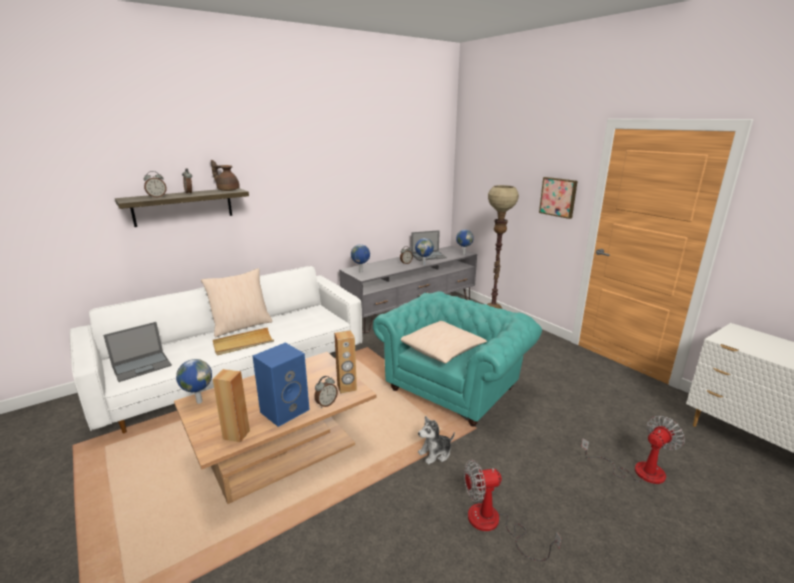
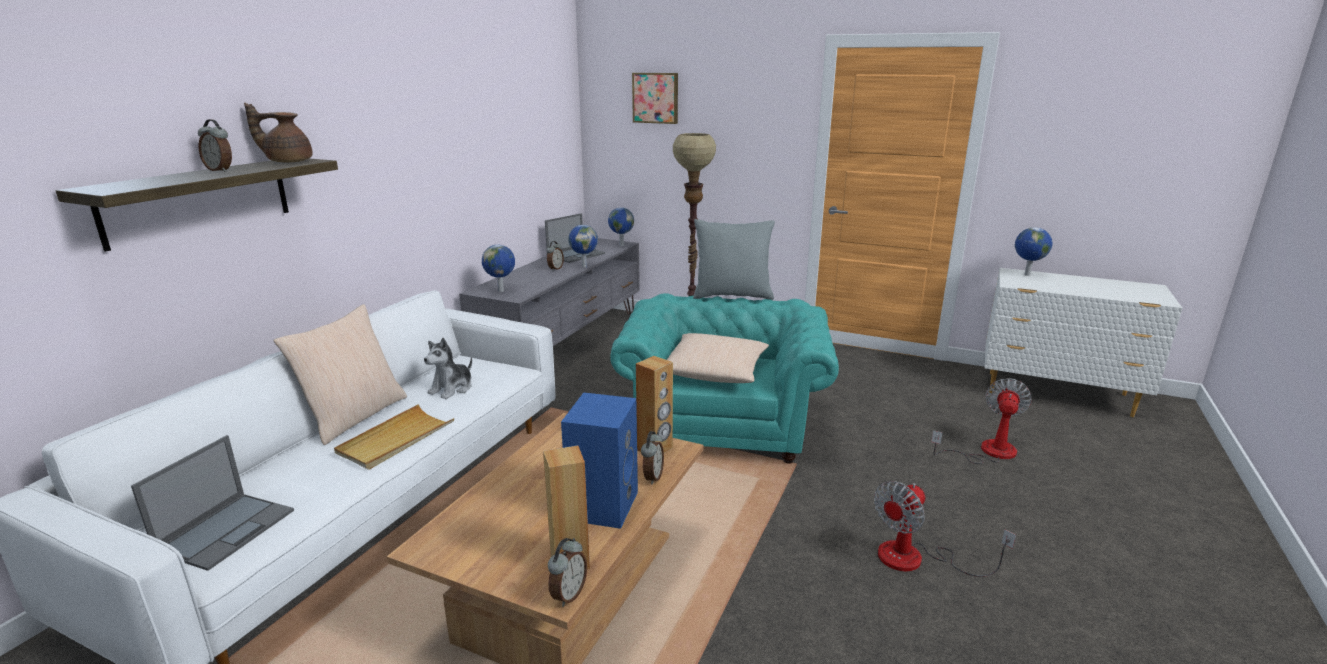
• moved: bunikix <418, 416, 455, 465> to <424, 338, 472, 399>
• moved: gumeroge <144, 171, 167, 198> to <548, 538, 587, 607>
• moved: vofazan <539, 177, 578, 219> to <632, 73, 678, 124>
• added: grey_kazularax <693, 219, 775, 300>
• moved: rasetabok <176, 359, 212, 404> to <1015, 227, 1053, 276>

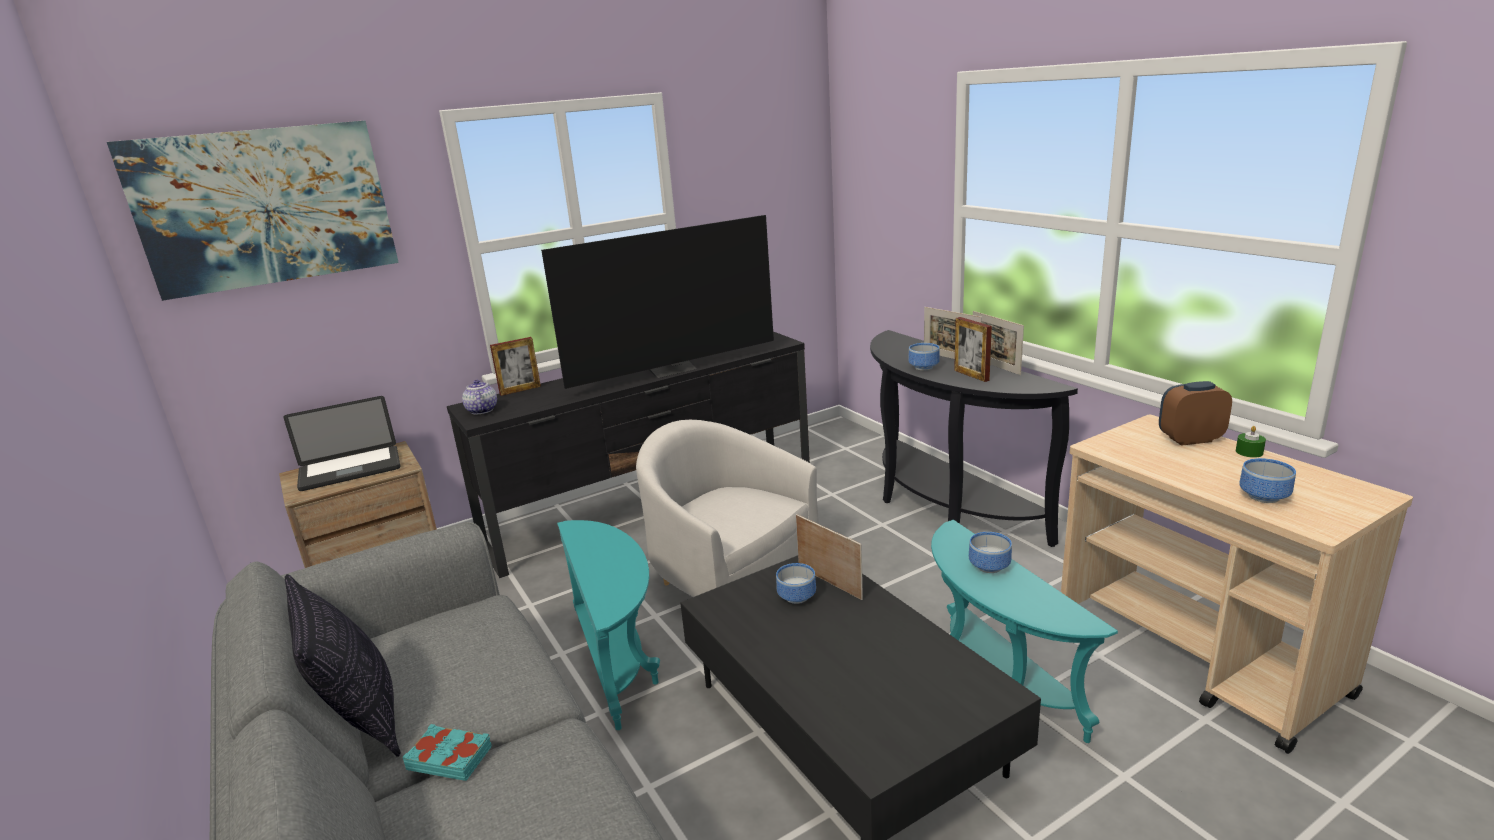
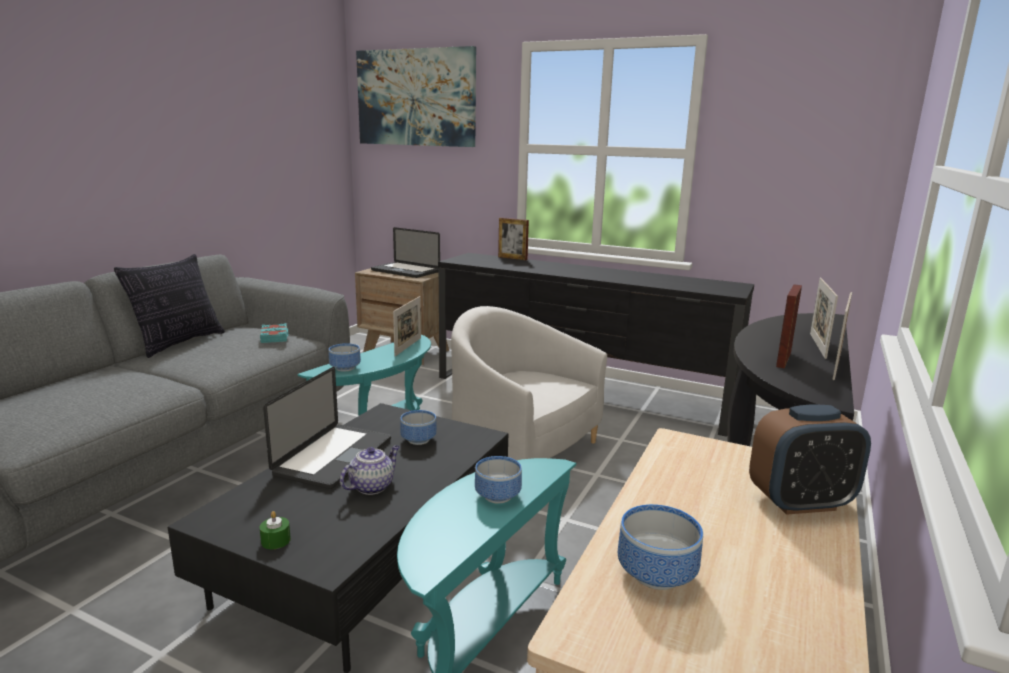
• moved: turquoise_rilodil <402, 724, 492, 781> to <260, 323, 288, 343>
• moved: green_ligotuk <1236, 426, 1266, 458> to <260, 511, 291, 549>
• added: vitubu <263, 367, 391, 489>
• moved: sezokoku <908, 343, 940, 370> to <329, 343, 361, 372>
• moved: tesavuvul <462, 380, 497, 414> to <340, 445, 400, 495>
• moved: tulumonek <796, 514, 863, 600> to <393, 296, 421, 356>
• turned: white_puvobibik <636, 420, 819, 597> = <451, 306, 607, 460> 60 degrees counterclockwise
• turned: gumeroge <1159, 381, 1232, 446> = <749, 405, 871, 515> 120 degrees clockwise
• removed: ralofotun <541, 215, 774, 389>

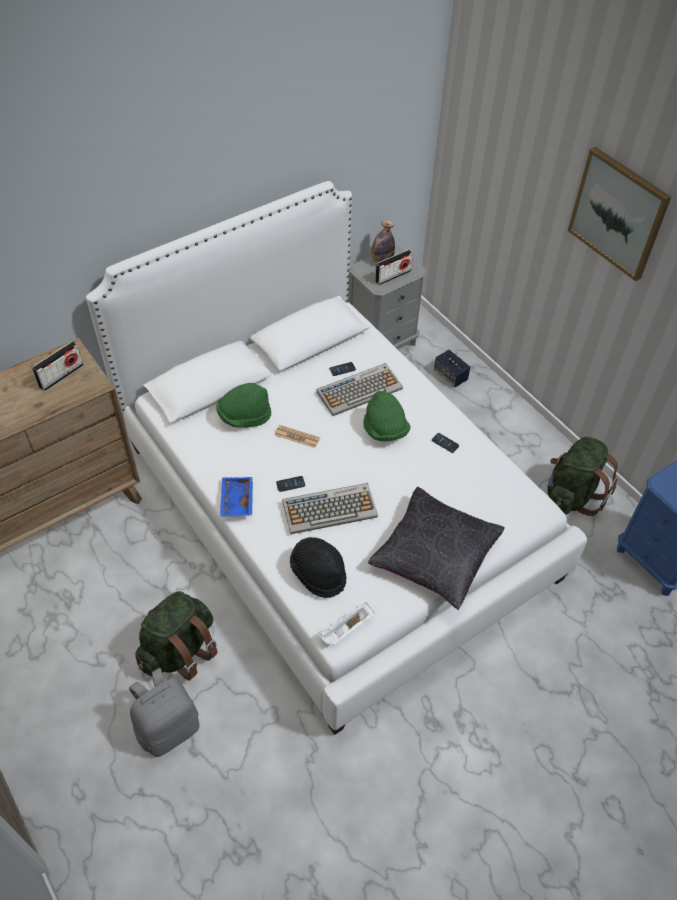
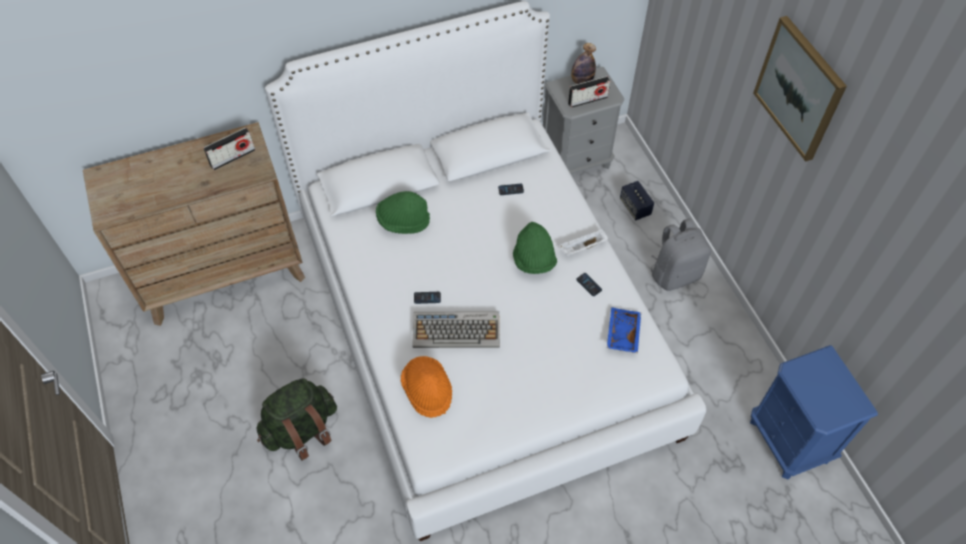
• recoloured: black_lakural <290, 537, 347, 598> to orange_lakural <401, 356, 452, 418>
• moved: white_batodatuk <319, 602, 374, 647> to <559, 229, 608, 256>
• moved: blue_batodatuk <220, 477, 253, 517> to <607, 307, 641, 353>
• moved: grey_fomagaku <129, 668, 199, 757> to <651, 218, 711, 291>
• removed: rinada <275, 425, 320, 448>
• removed: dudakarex <316, 363, 403, 416>
• removed: black_kazularax <368, 487, 505, 610>
• removed: green_fomagaku <547, 437, 618, 516>

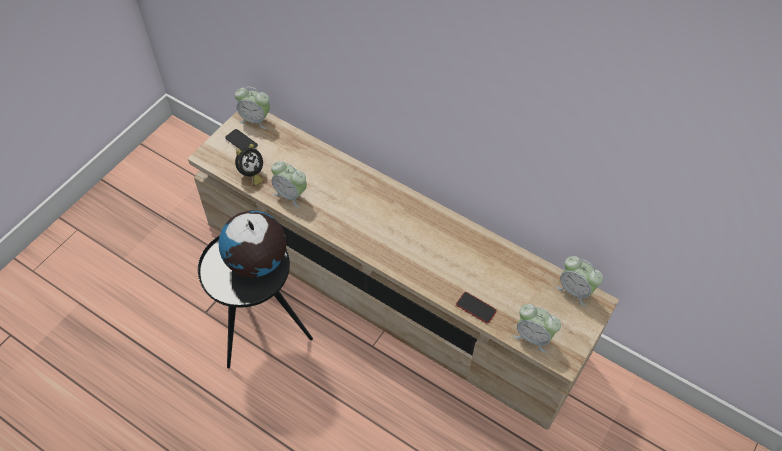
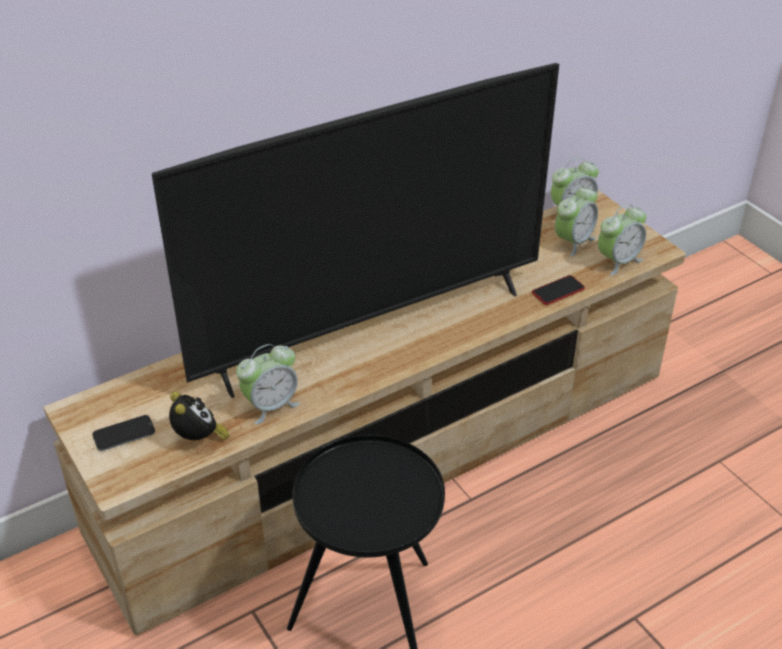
• added: ralofotun <152, 63, 559, 398>
• moved: gumeroge <235, 86, 270, 129> to <555, 185, 598, 257>
• removed: rasetabok <219, 211, 286, 277>

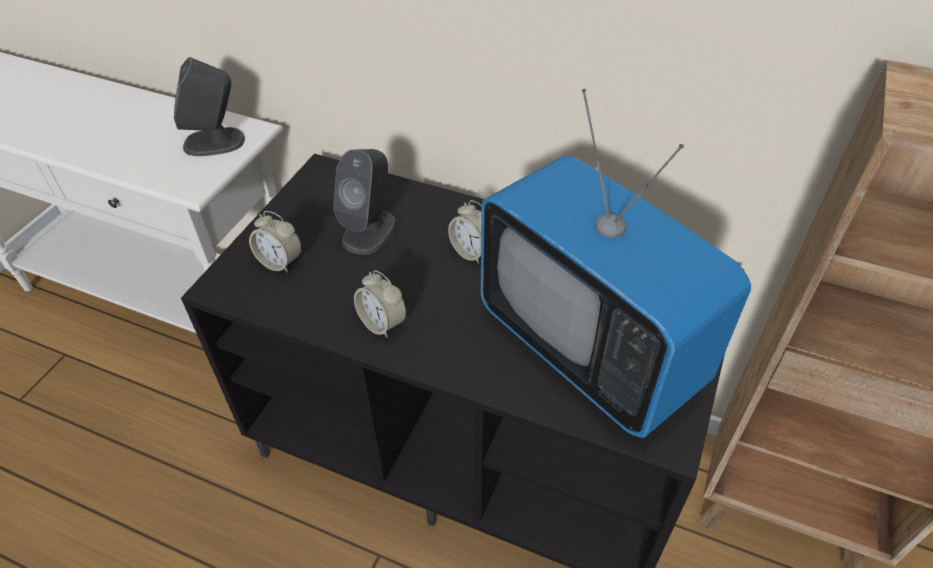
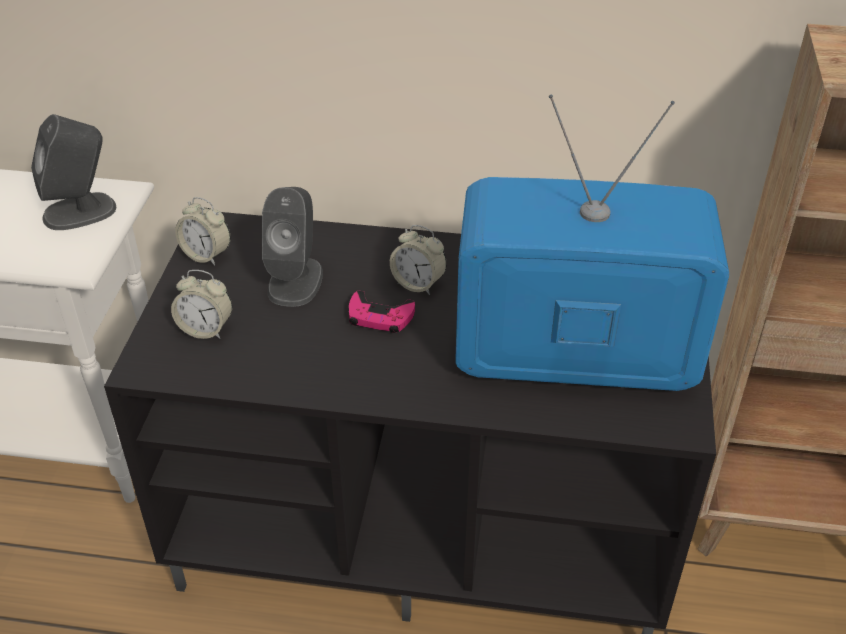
• moved: gumeroge <354, 270, 407, 338> to <175, 197, 231, 266>
• added: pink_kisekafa <349, 291, 415, 333>
• turned: ralofotun <481, 89, 751, 438> = <455, 94, 729, 391> 150 degrees clockwise

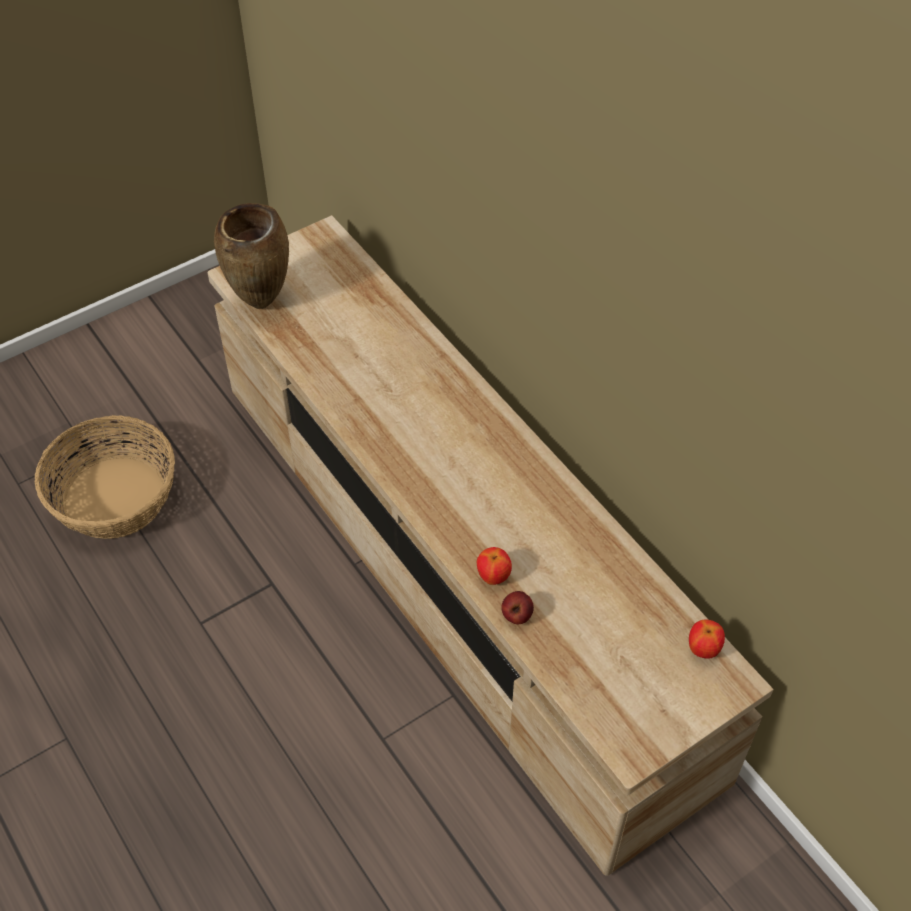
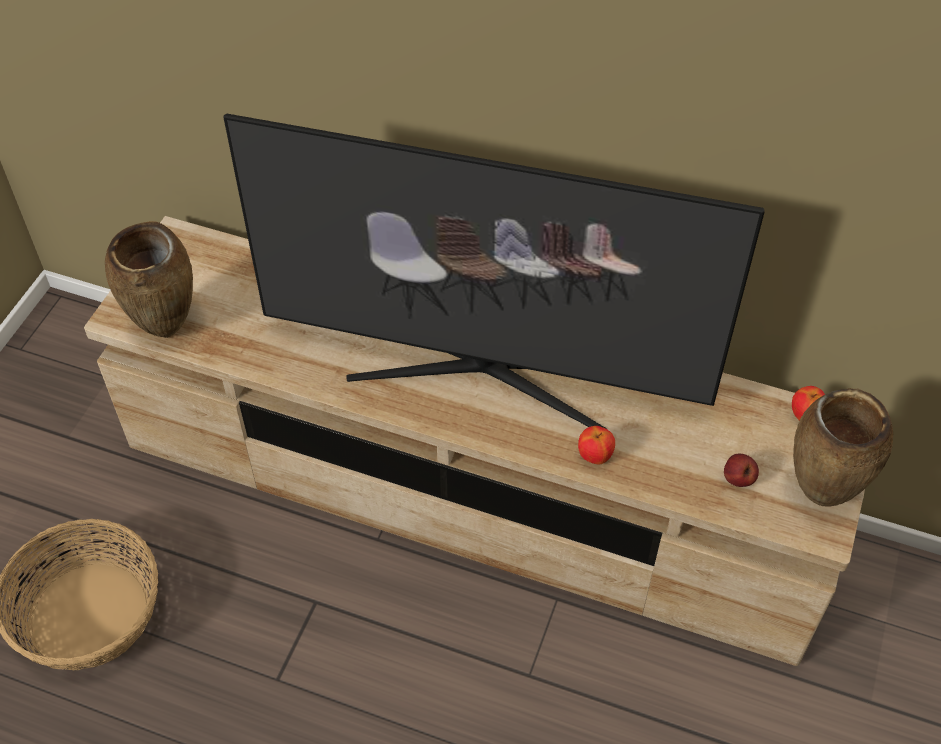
• added: ralofotun <223, 114, 765, 428>
• moved: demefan <501, 591, 534, 624> to <724, 454, 759, 487>
• added: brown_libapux <793, 388, 893, 506>

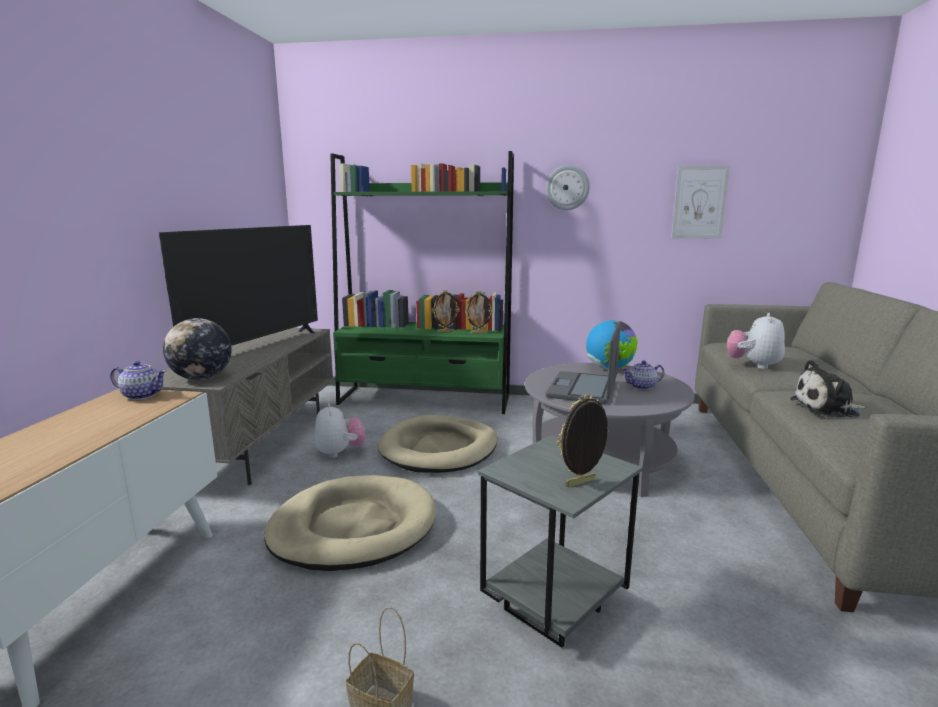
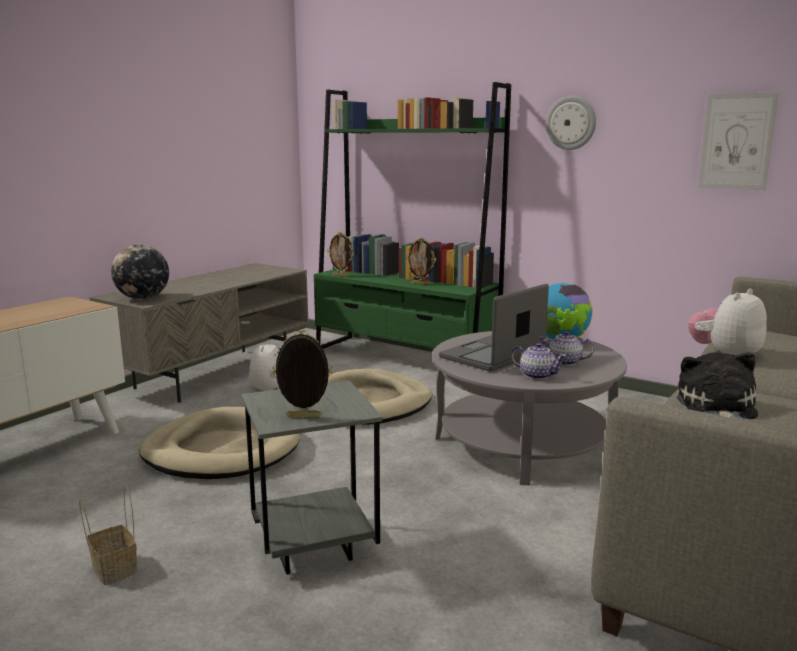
• moved: tulumonek <465, 291, 493, 334> to <327, 232, 354, 277>
• moved: tesavuvul <110, 361, 166, 400> to <511, 343, 567, 380>
• turned: bunikix <790, 360, 866, 418> = <677, 352, 758, 419> 75 degrees clockwise
• removed: ralofotun <159, 225, 318, 346>

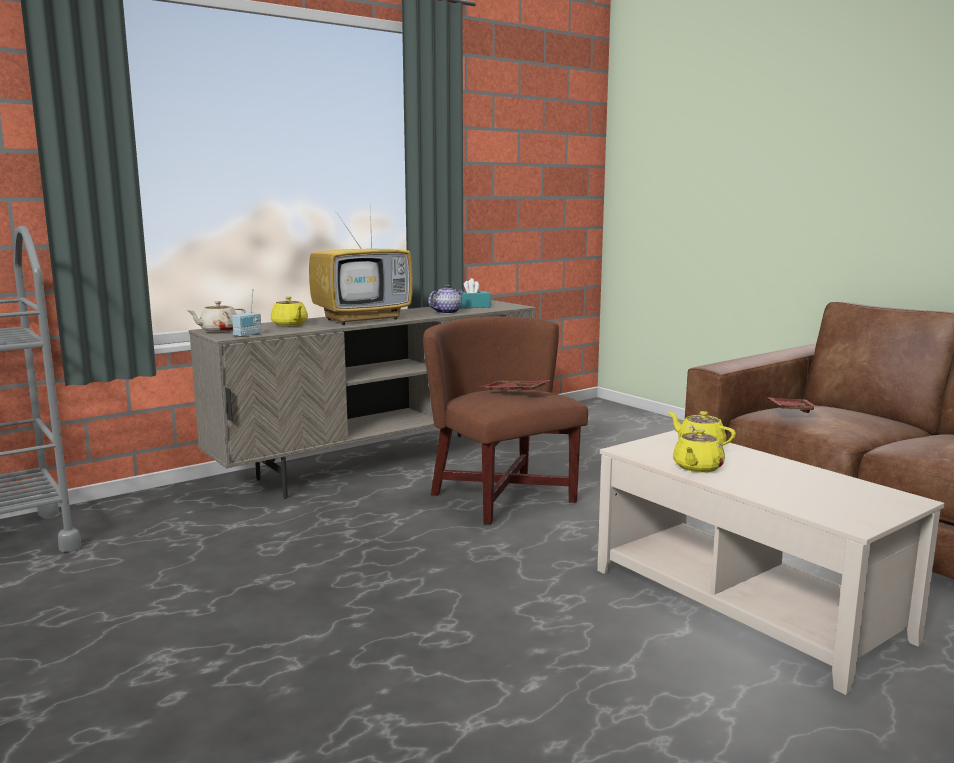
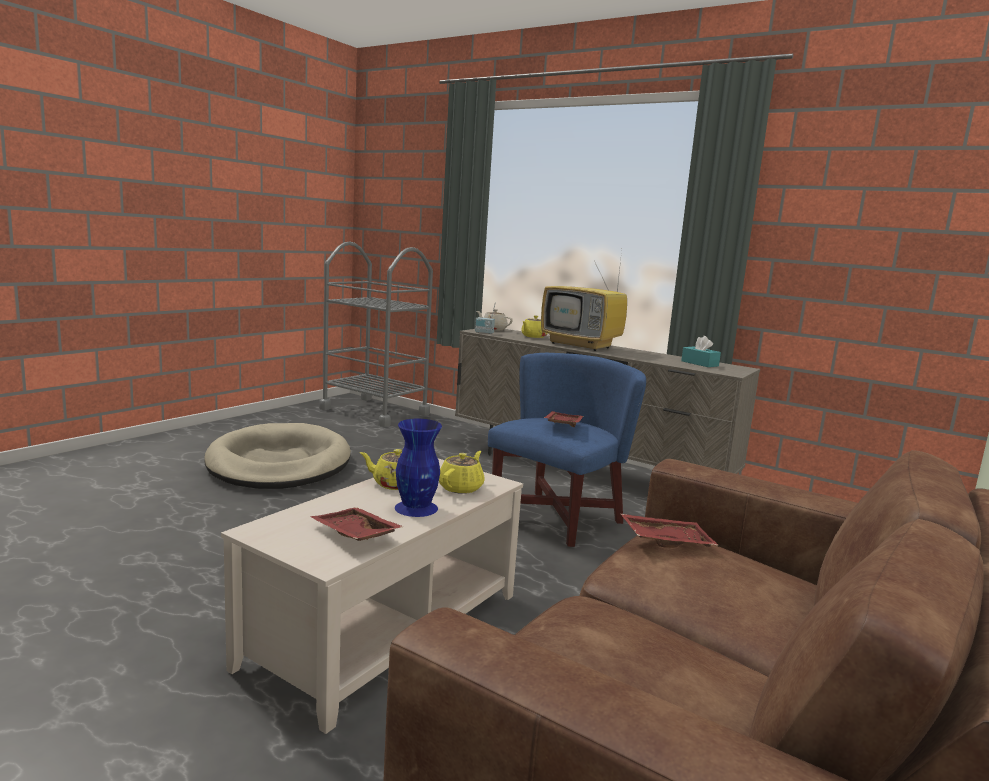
• added: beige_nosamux <204, 423, 351, 489>
• added: red_batodatuk <310, 507, 404, 541>
• added: blue_libapux <395, 419, 442, 517>
• recoloured: brown_puvobibik <423, 316, 588, 524> to blue_puvobibik <488, 353, 646, 547>
• removed: tesavuvul <429, 284, 464, 314>

